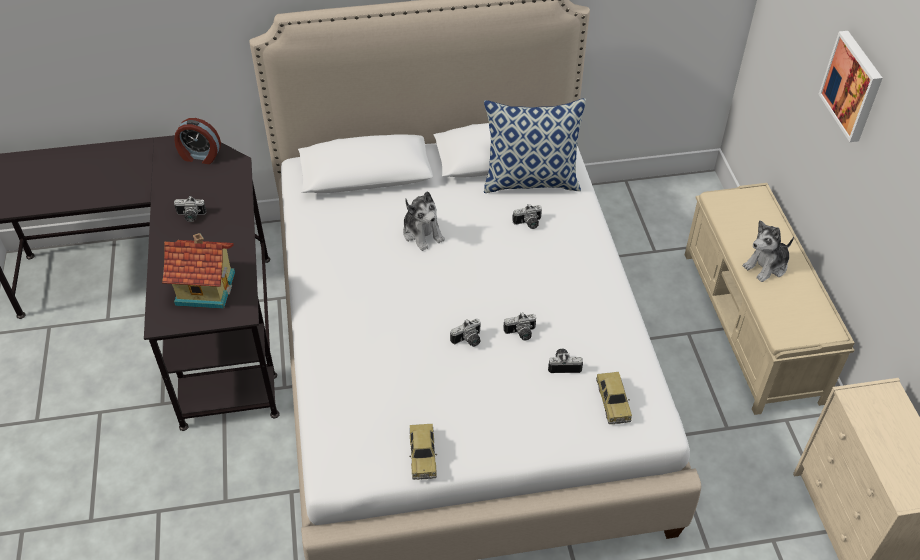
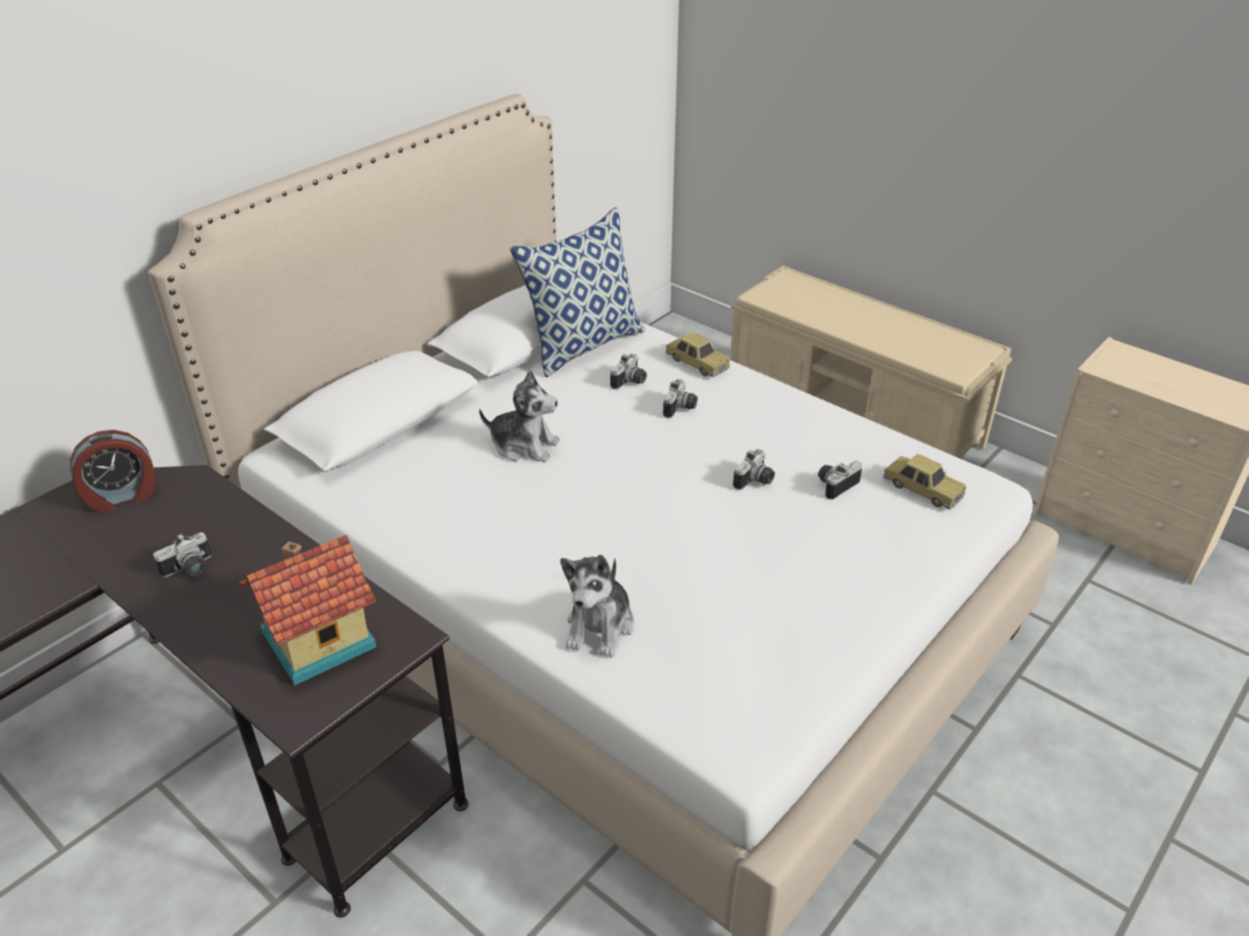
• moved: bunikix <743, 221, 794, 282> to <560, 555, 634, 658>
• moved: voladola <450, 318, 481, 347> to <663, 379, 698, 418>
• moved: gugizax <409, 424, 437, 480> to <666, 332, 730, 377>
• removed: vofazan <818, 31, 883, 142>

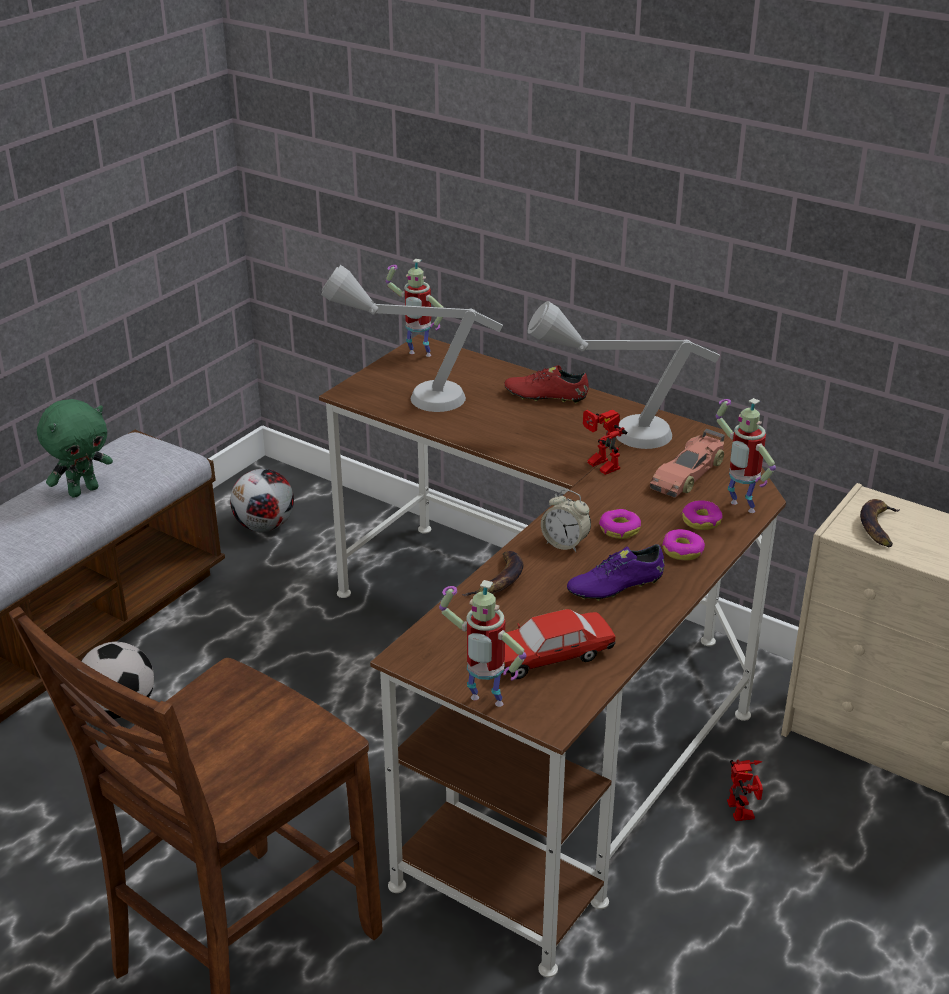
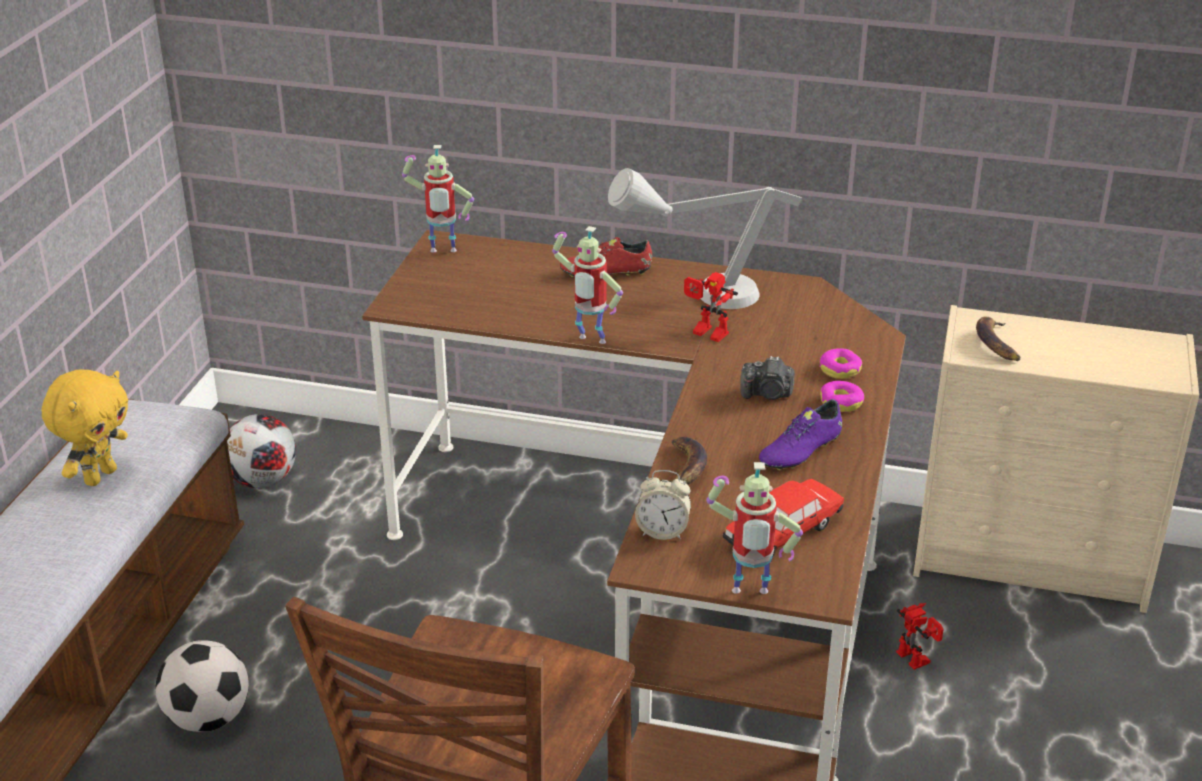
• recoloured: green_bunikix <37, 399, 113, 498> to yellow_bunikix <42, 370, 128, 486>
• moved: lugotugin <716, 398, 776, 513> to <552, 226, 623, 344>
• moved: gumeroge <541, 490, 591, 552> to <635, 470, 691, 540>
• replaced: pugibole <599, 509, 641, 539> to voladola <740, 356, 795, 400>
• removed: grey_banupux <321, 265, 503, 412>
• removed: gugizax <650, 429, 725, 498>

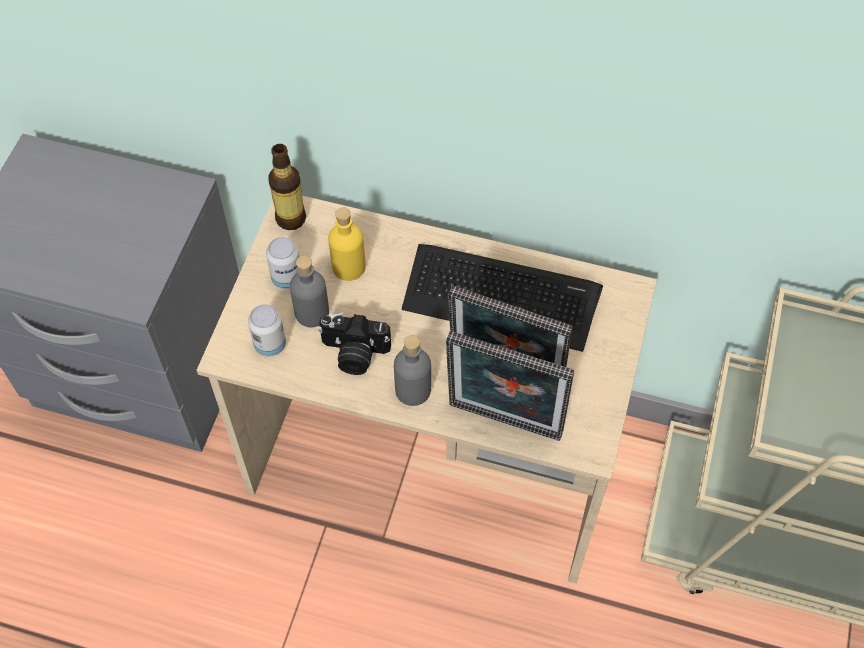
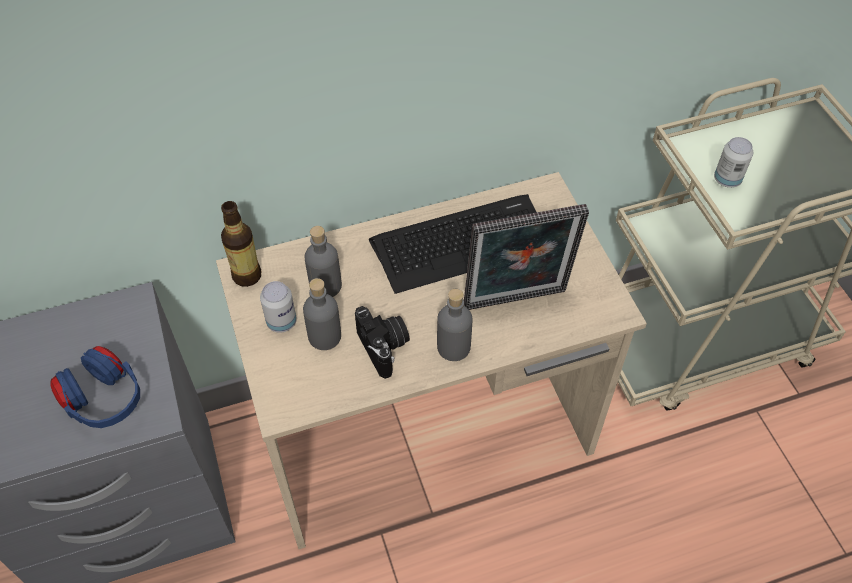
• added: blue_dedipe <50, 346, 140, 428>
• recoloured: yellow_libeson <328, 207, 366, 281> to grey_libeson <305, 226, 342, 297>
• turned: voladola <318, 312, 391, 375> = <355, 306, 410, 379> 90 degrees counterclockwise
• moved: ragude <248, 304, 286, 357> to <714, 137, 753, 188>
• removed: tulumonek <446, 331, 574, 441>

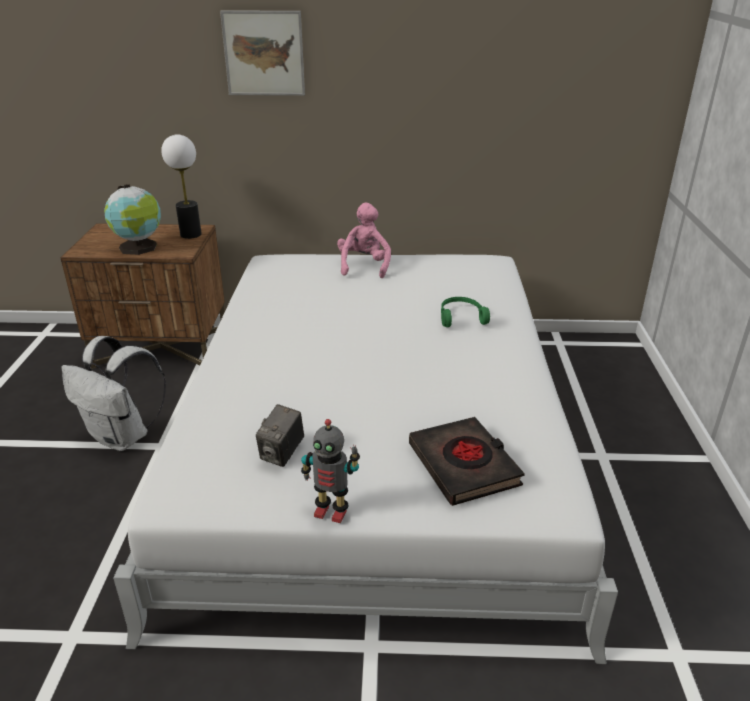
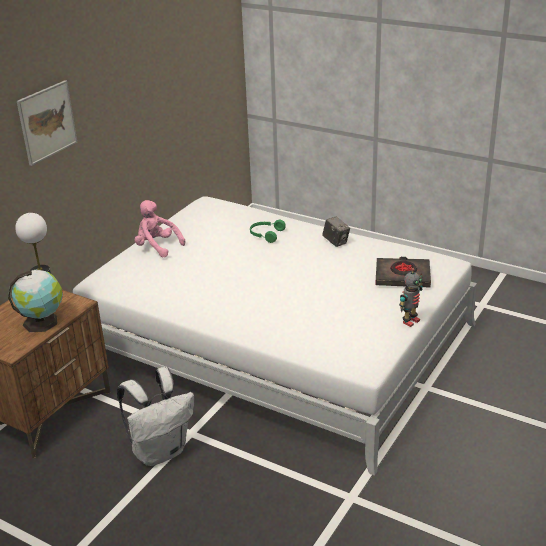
• moved: voladola <256, 404, 304, 467> to <322, 216, 350, 247>

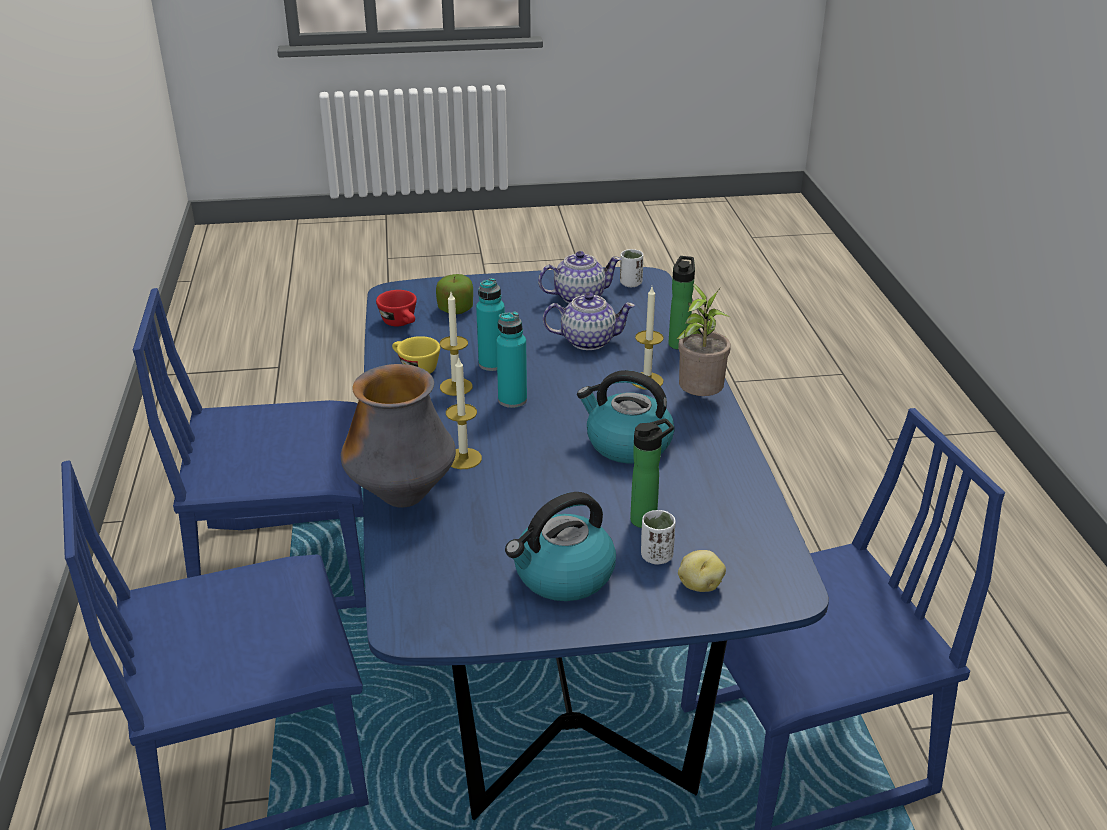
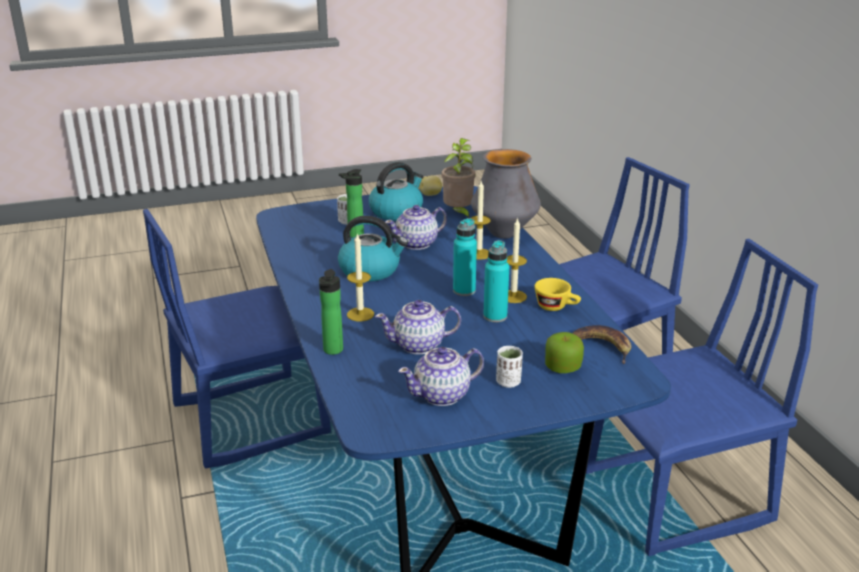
• added: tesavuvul <385, 205, 447, 250>
• moved: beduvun <678, 550, 726, 592> to <419, 176, 442, 196>
• moved: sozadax <677, 284, 731, 396> to <442, 138, 476, 218>
• moved: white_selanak <620, 249, 643, 287> to <496, 346, 523, 388>
• replaced: red_selanak <376, 290, 417, 326> to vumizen <572, 325, 631, 364>

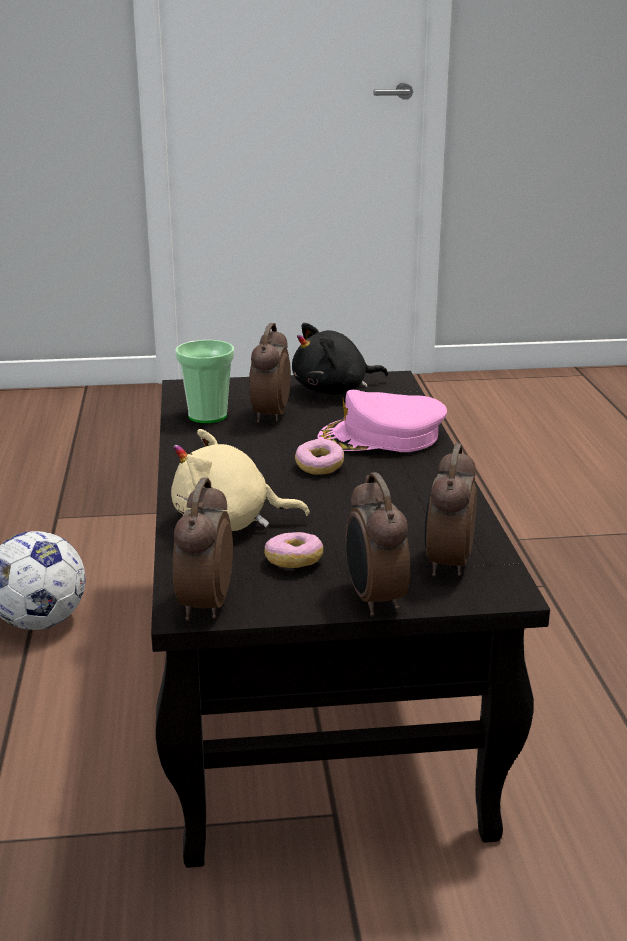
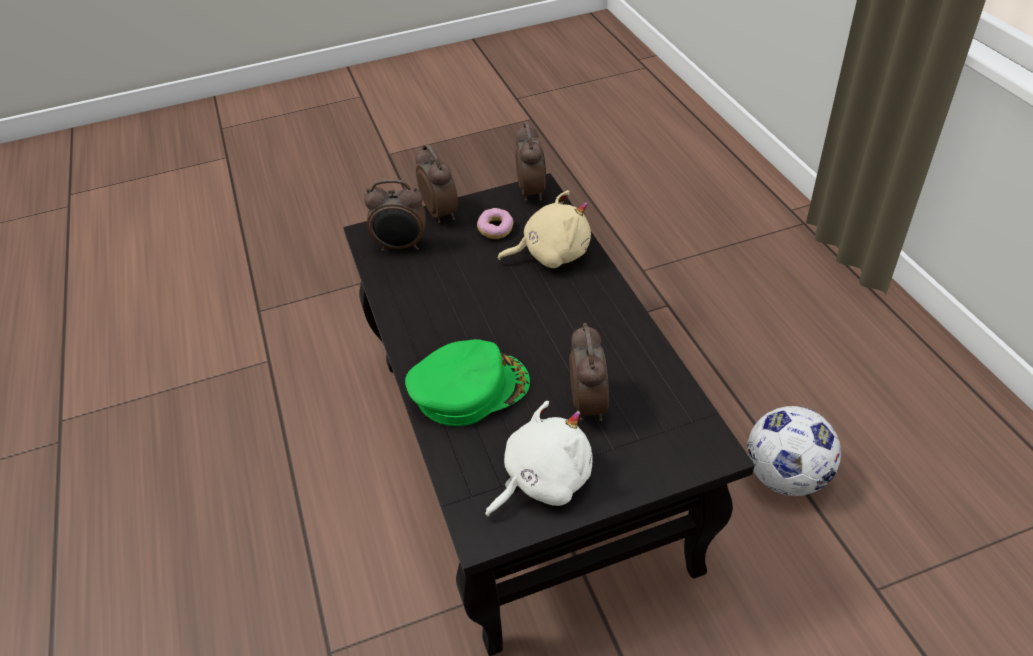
• turned: gumeroge <424, 443, 477, 577> = <364, 179, 426, 251> 90 degrees clockwise
• recoloured: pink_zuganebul <317, 390, 447, 452> to green_zuganebul <405, 339, 530, 426>
• recoloured: black_bunikix <292, 323, 388, 395> to white_bunikix <485, 401, 593, 517>
• removed: selanak <175, 340, 234, 423>
• removed: pugibole <295, 439, 344, 475>

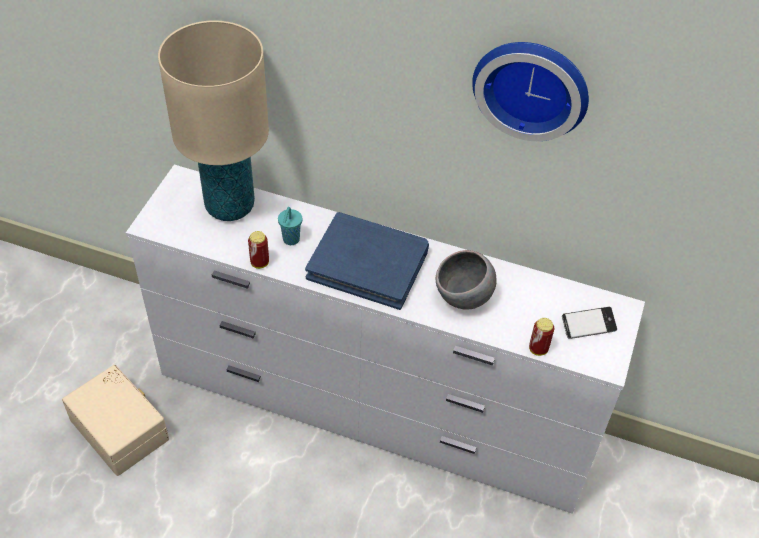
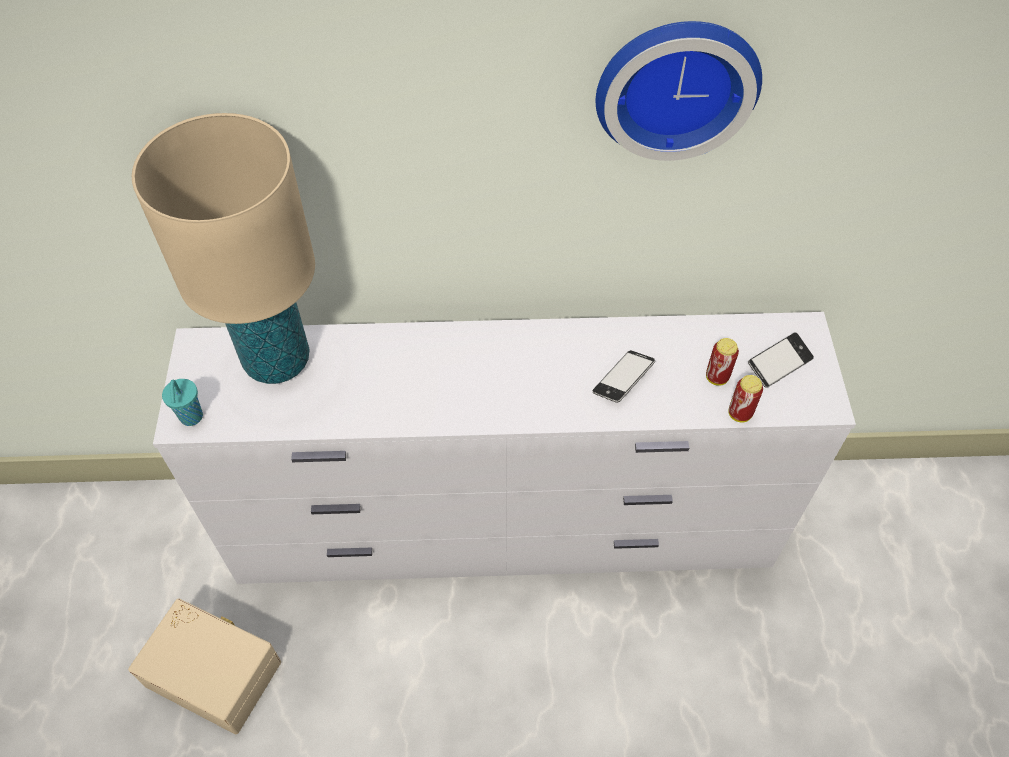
• moved: turquoise_selanak <278, 207, 302, 245> to <162, 379, 203, 426>
• replaced: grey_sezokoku <436, 250, 497, 310> to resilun <593, 350, 655, 403>
• moved: ragude <248, 231, 269, 269> to <706, 338, 739, 386>
• removed: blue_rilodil <305, 212, 429, 310>

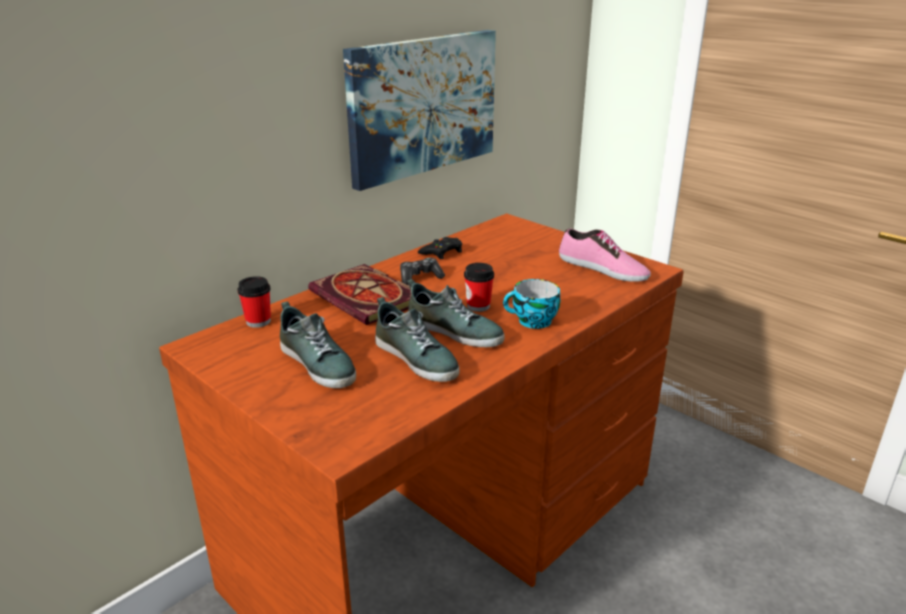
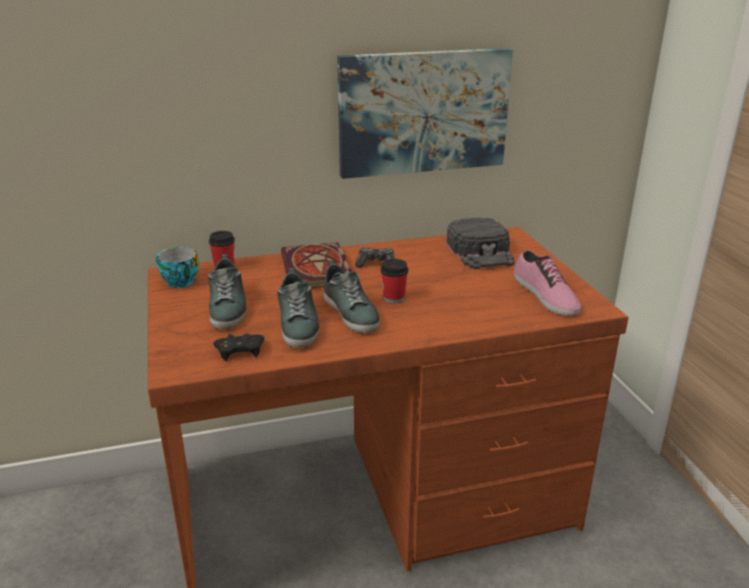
• moved: selanak <503, 279, 560, 329> to <156, 247, 199, 288>
• moved: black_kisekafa <418, 237, 462, 259> to <213, 334, 264, 361>
• added: black_zuganebul <447, 217, 515, 269>

